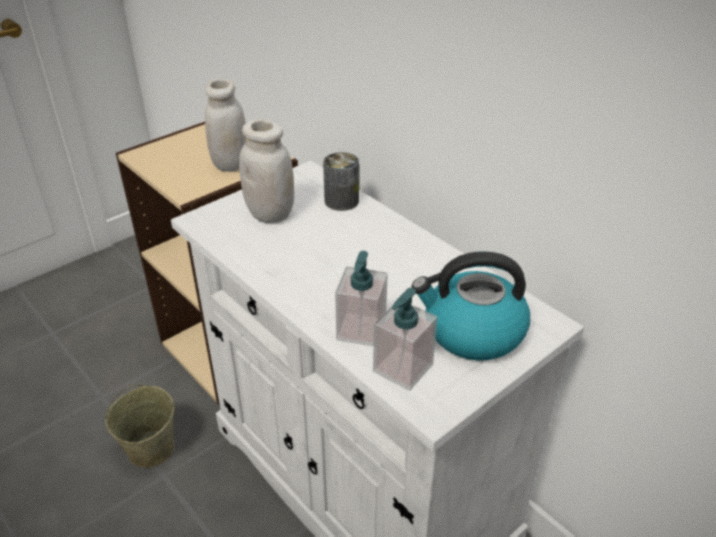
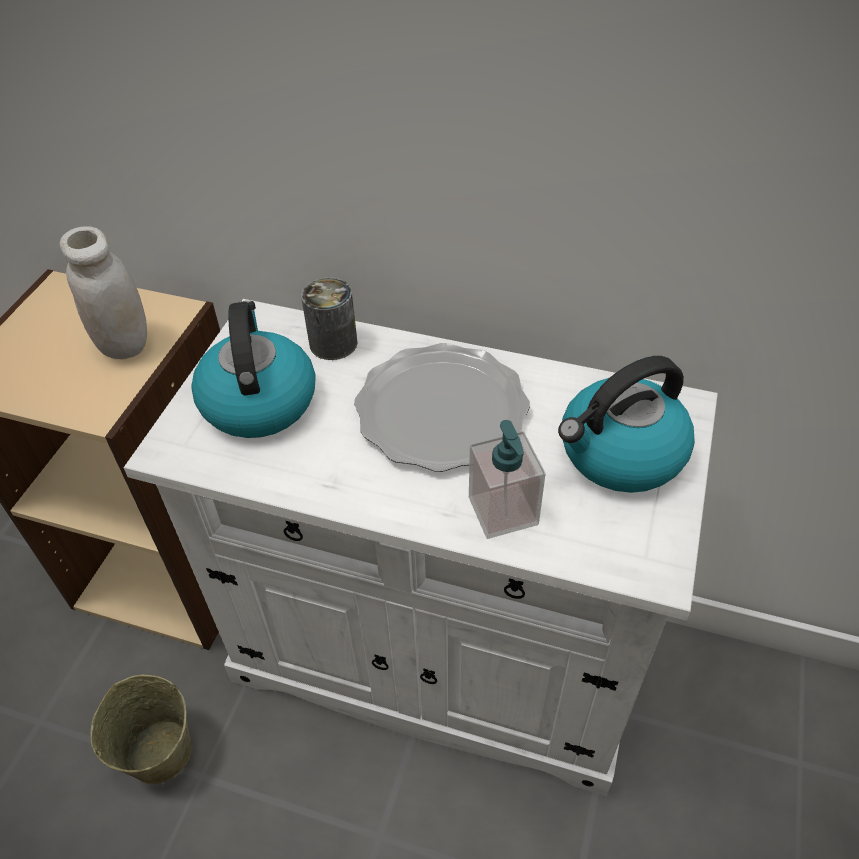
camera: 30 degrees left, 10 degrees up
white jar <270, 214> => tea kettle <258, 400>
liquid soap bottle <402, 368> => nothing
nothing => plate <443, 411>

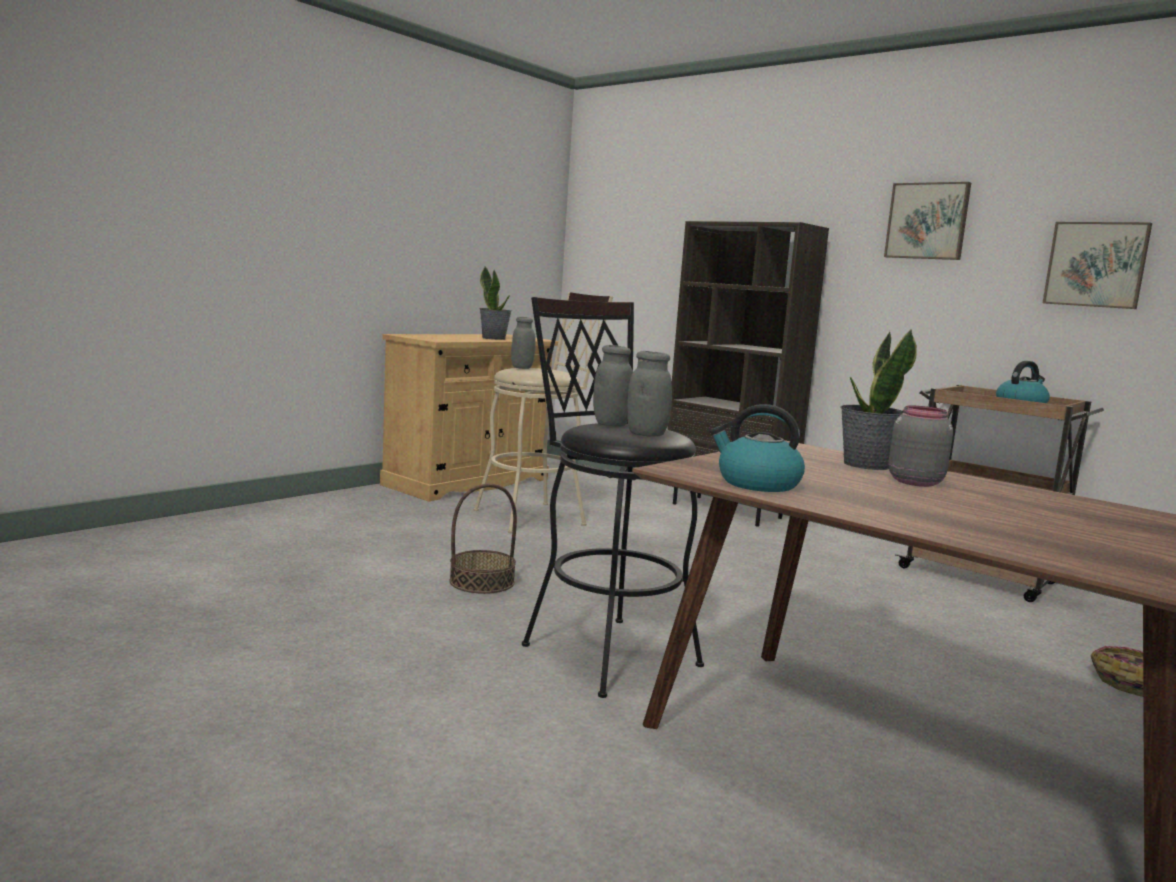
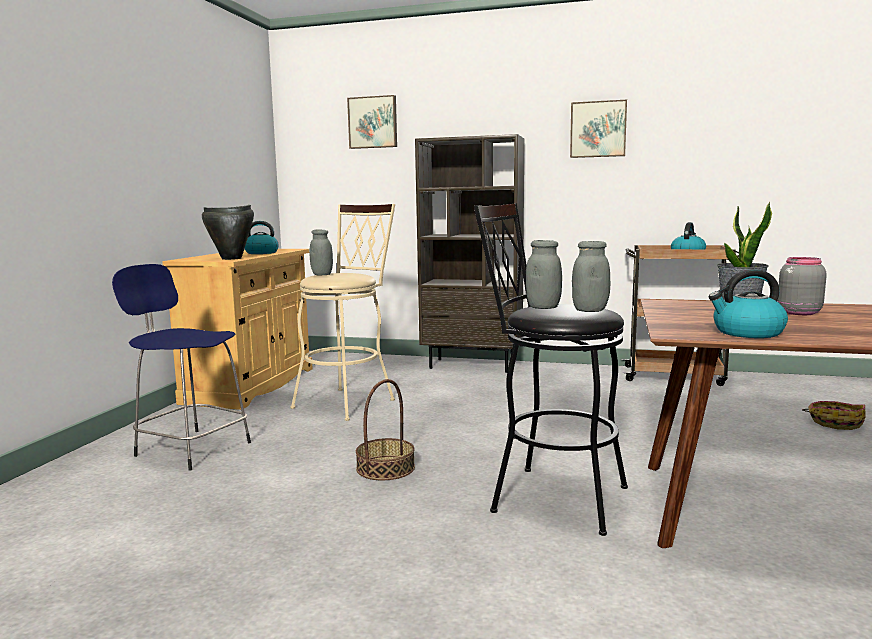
camera: 25 degrees left, 0 degrees up
wall art <1096, 265> => wall art <373, 122>, relocated
potted plant <494, 338> => tea kettle <260, 253>
nothing => black-coloured saucepot <232, 258>
nothing => blue-coloured stool seat <191, 448>

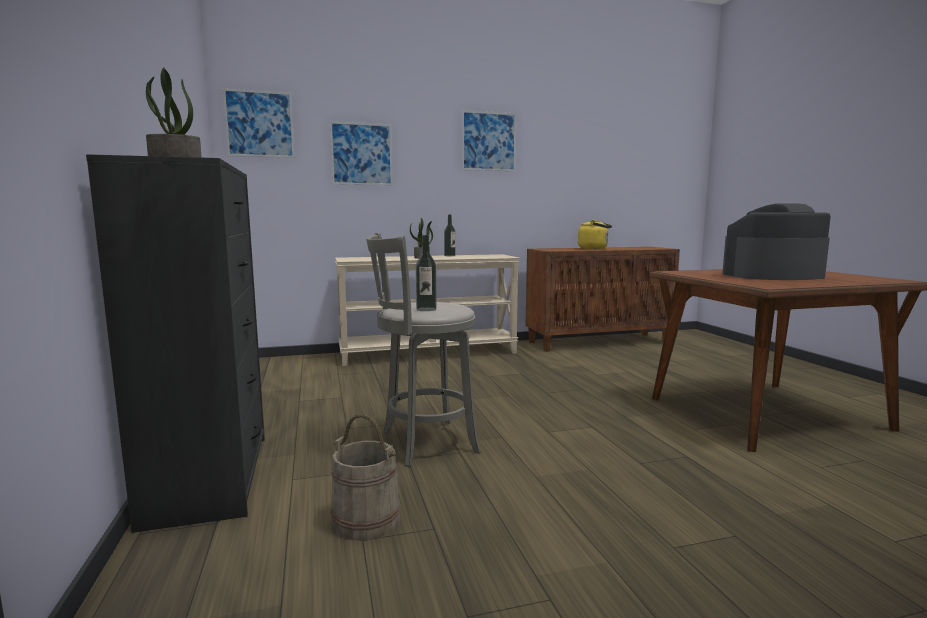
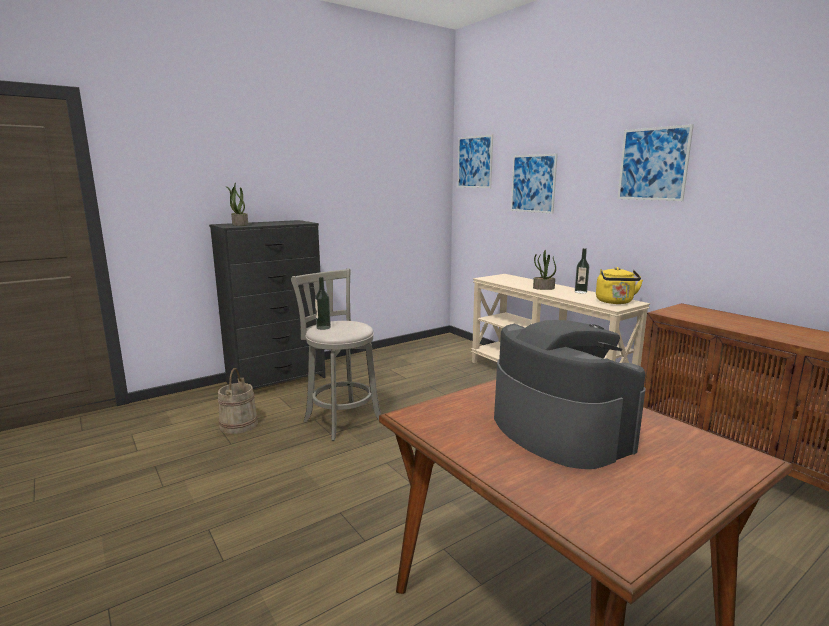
camera: 70 degrees right, 5 degrees up
yellow-coloured tea kettle <594, 248> => yellow-coloured tea kettle <615, 302>, relocated

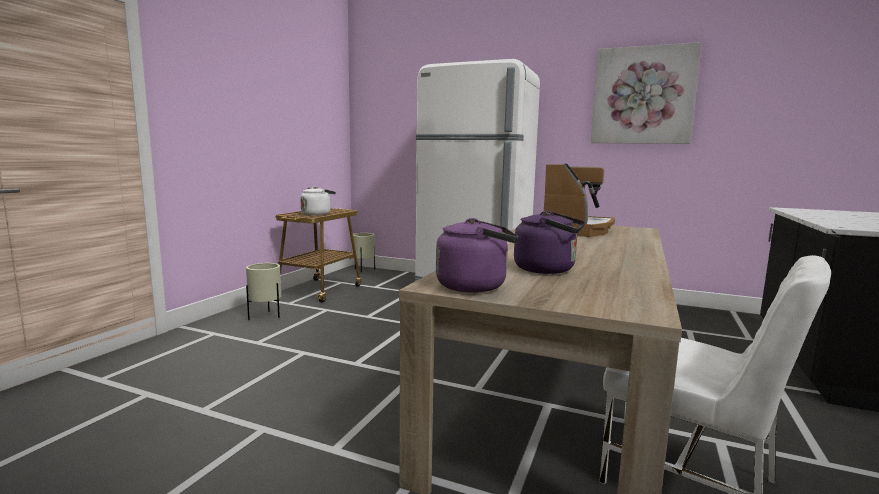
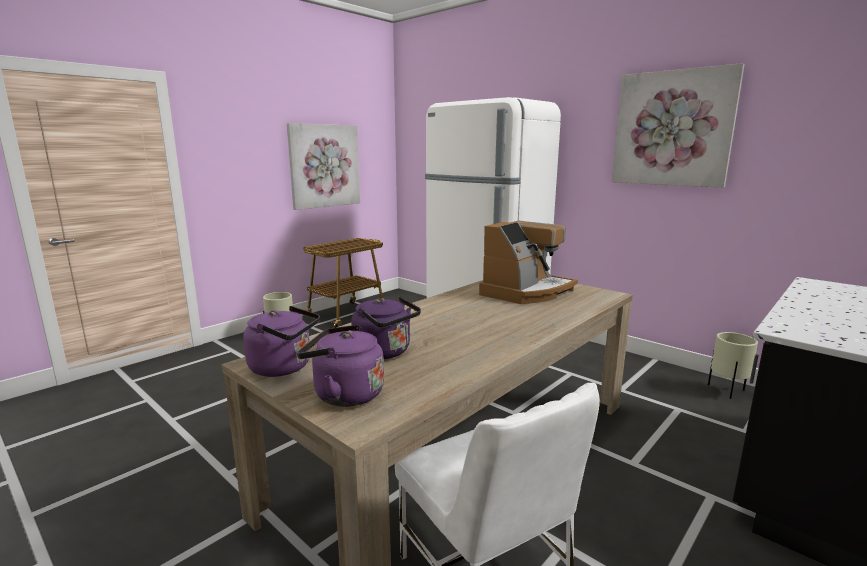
camera: 20 degrees right, 5 degrees up
white tea kettle <317, 214> => nothing
sand-coloured flower pot <363, 270> => sand-coloured flower pot <727, 391>, relocated
nothing => wall art <324, 166>
nothing => purple-coloured tea kettle <344, 394>

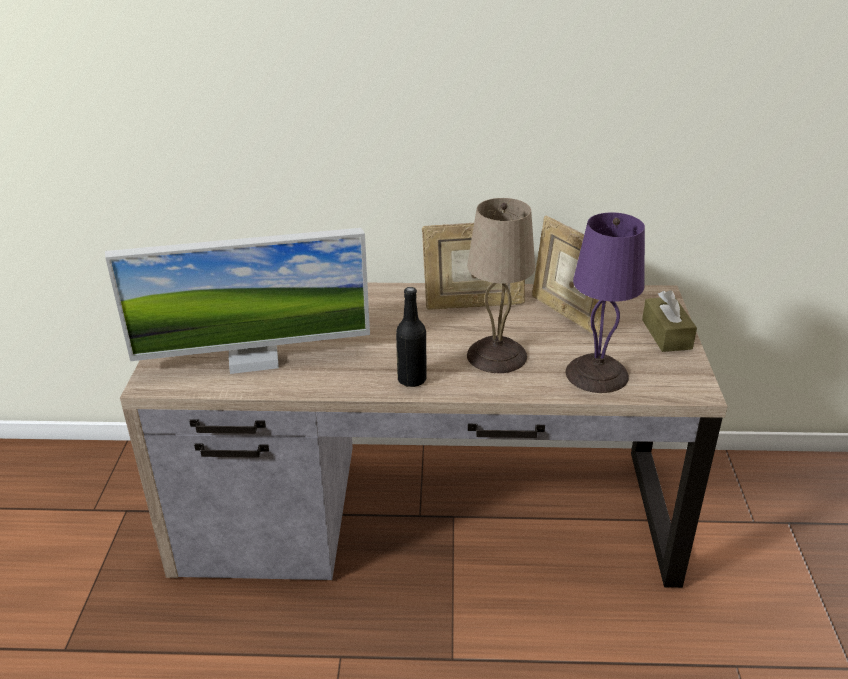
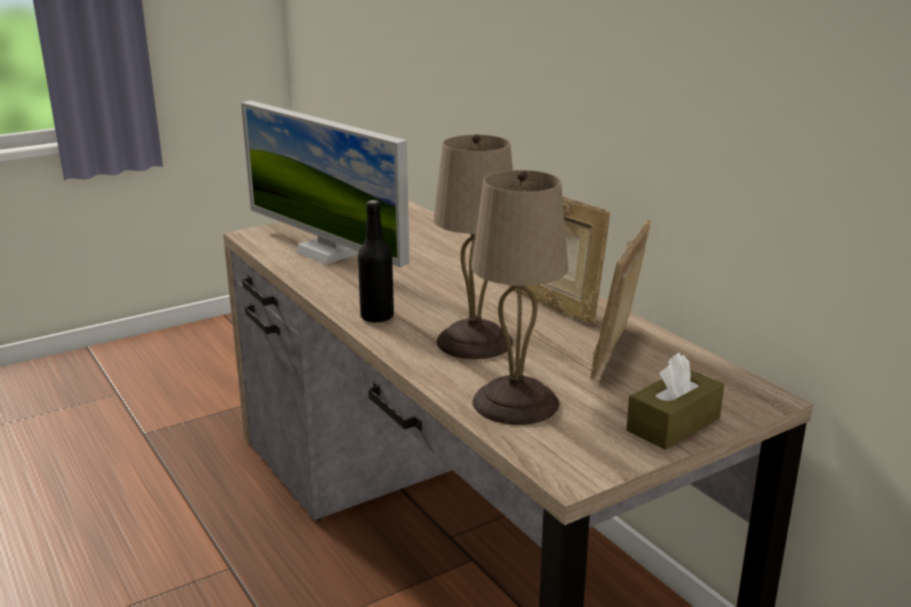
camera: 55 degrees right, 10 degrees down
purple-coloured table lamp <595, 374> => sand-coloured table lamp <513, 402>

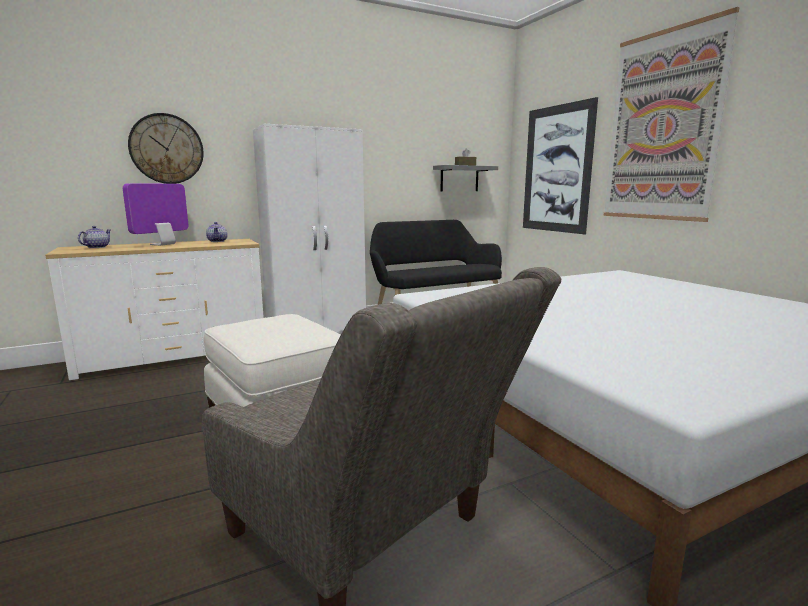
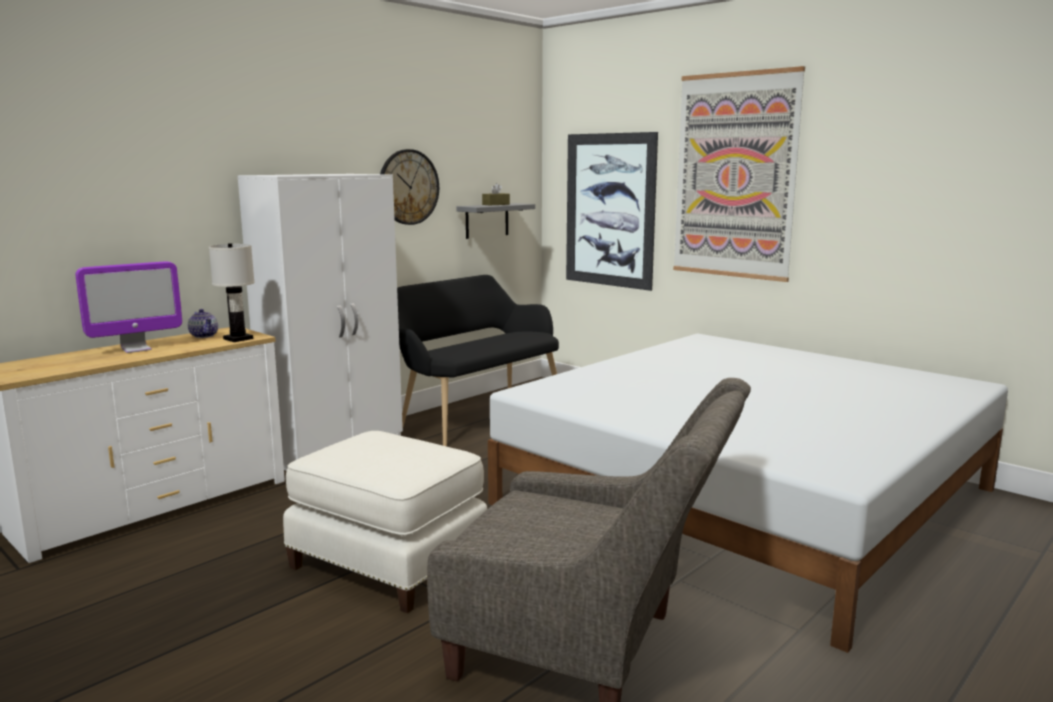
camera: 20 degrees left, 0 degrees up
hanging clock <166, 149> => hanging clock <408, 187>, relocated
computer display <163, 244> => computer display <136, 349>, 135 degrees counterclockwise
teapot <96, 247> => nothing
nothing => white table lamp <237, 339>

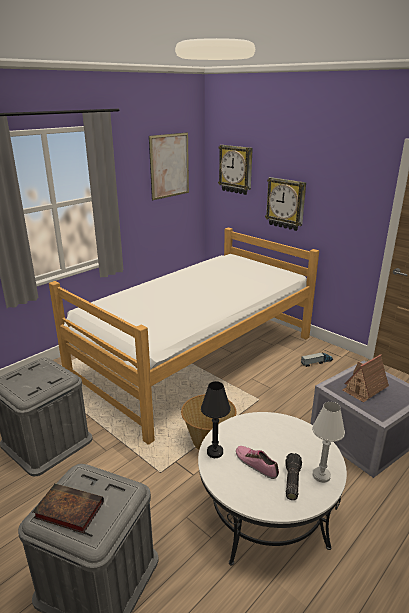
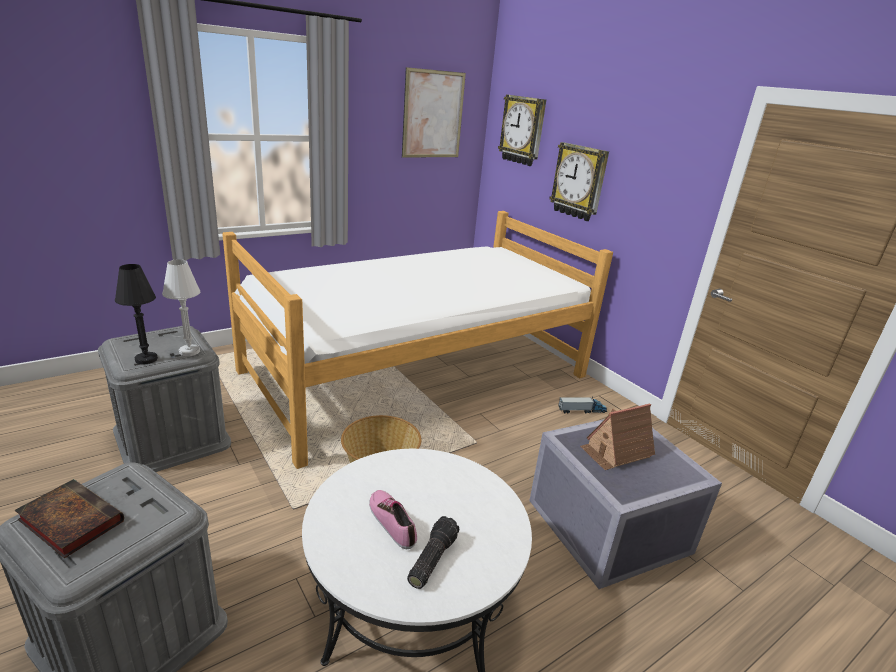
camera: 10 degrees right, 0 degrees up
black-coloured table lamp <215, 452> => black-coloured table lamp <146, 359>, relocated
white table lamp <321, 475> => white table lamp <189, 351>, relocated

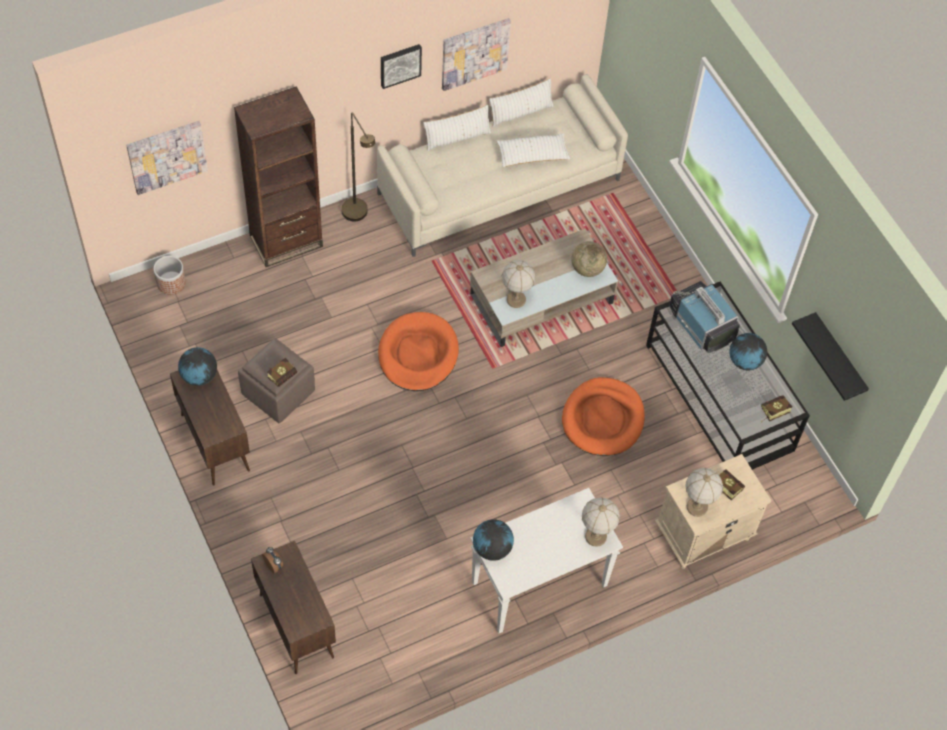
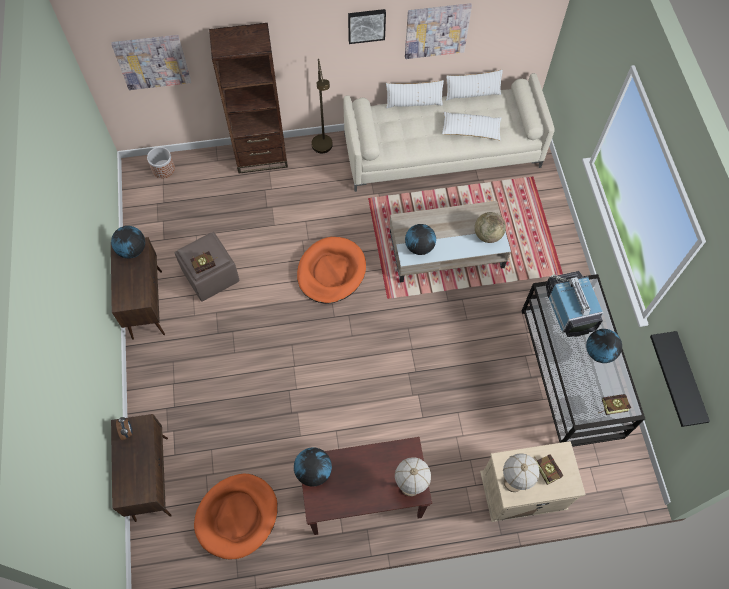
camera: 20 degrees right, 5 degrees up
table lamp <516, 299> => globe <419, 247>
orange-coloured dog bed <603, 419> => orange-coloured dog bed <237, 516>, relocated
white narrow table <538, 585> => brown narrow table <363, 500>

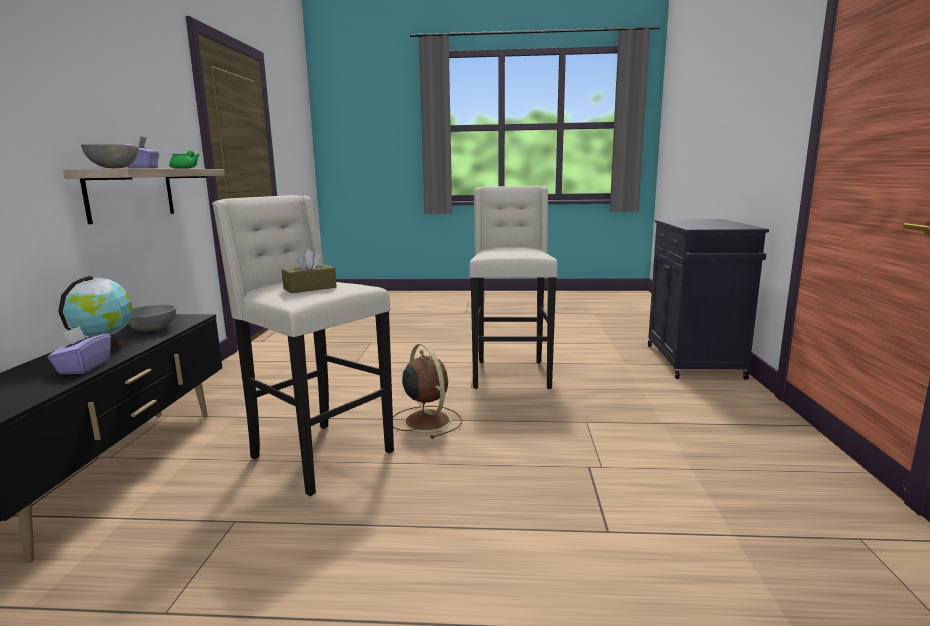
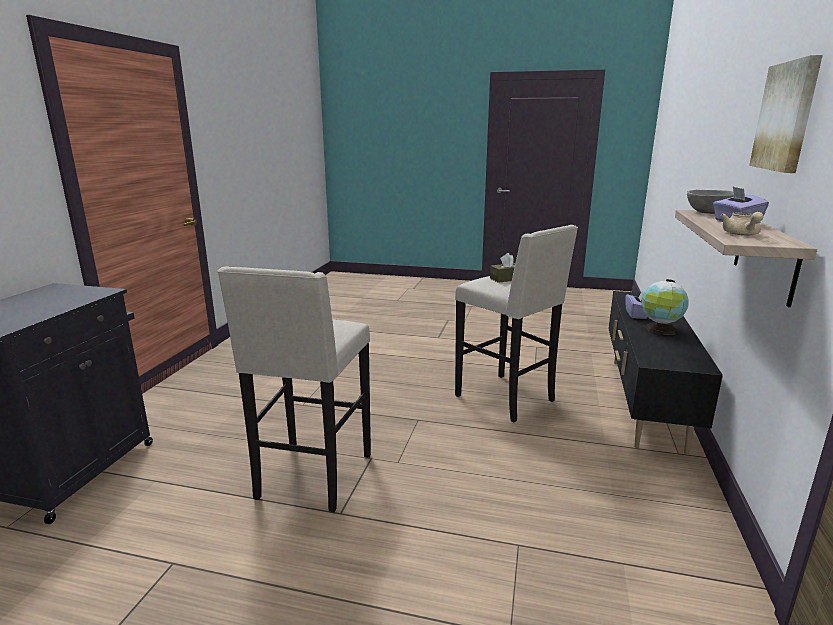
camera: 170 degrees left, 5 degrees up
green-coloured teapot <185, 168> => sand-coloured teapot <741, 234>
greyish serving bowl <153, 330> => nothing
brown electric fan <426, 420> => nothing
nothing => wall art <786, 116>

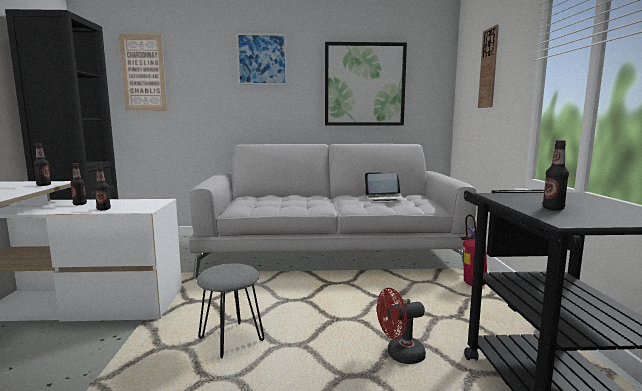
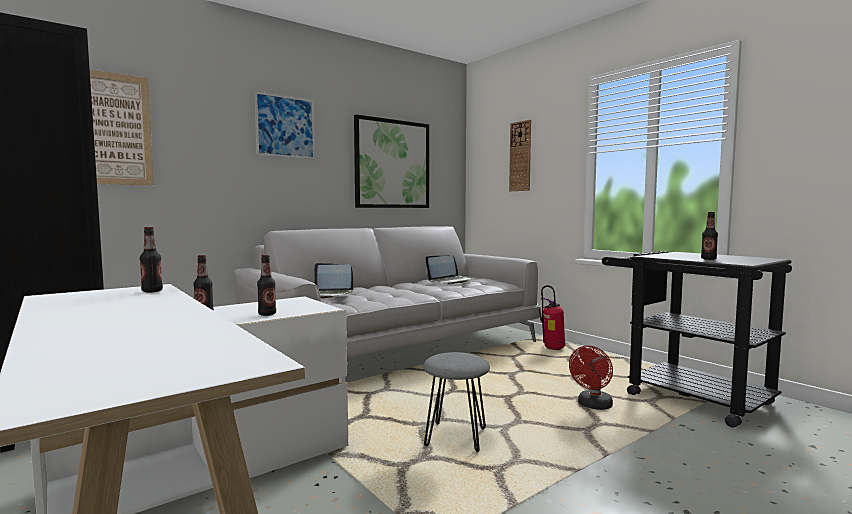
camera: 35 degrees left, 5 degrees down
nothing => portable computer <329, 295>

